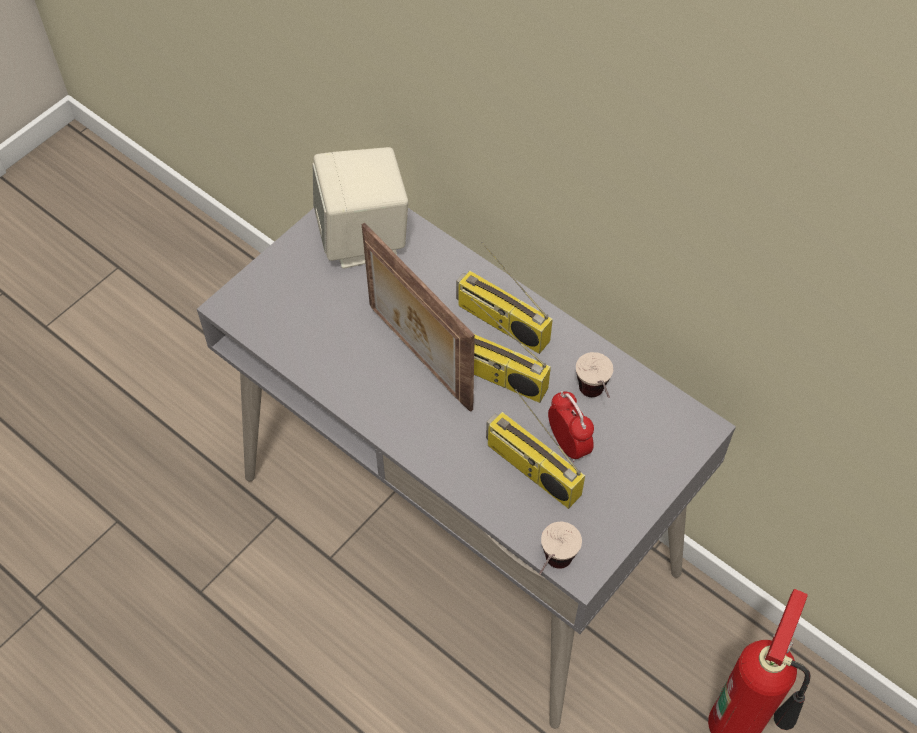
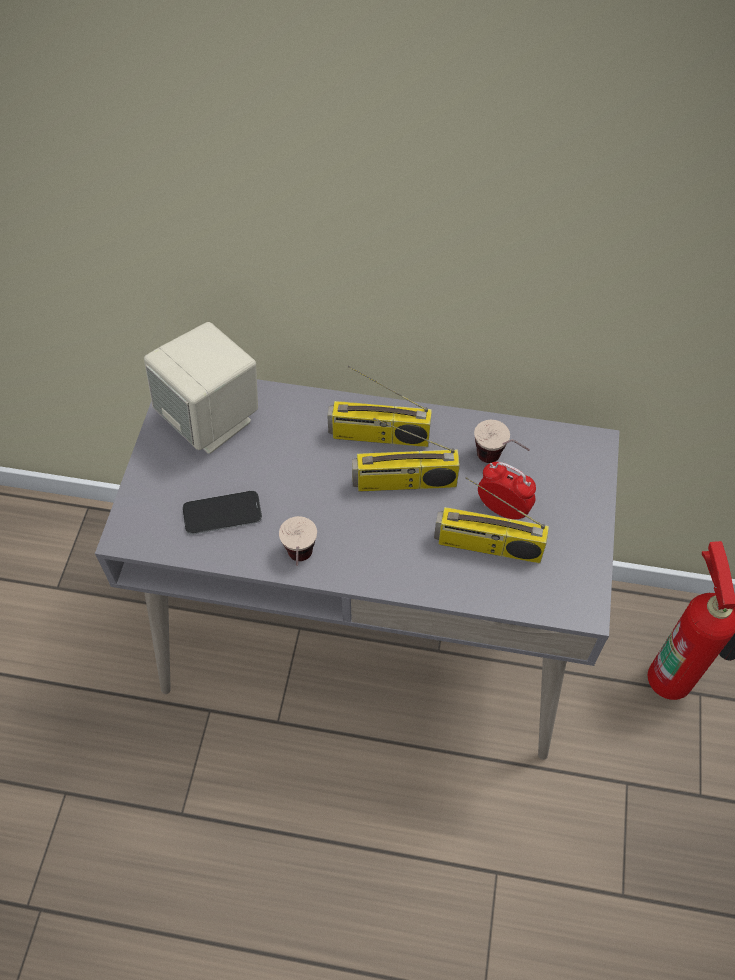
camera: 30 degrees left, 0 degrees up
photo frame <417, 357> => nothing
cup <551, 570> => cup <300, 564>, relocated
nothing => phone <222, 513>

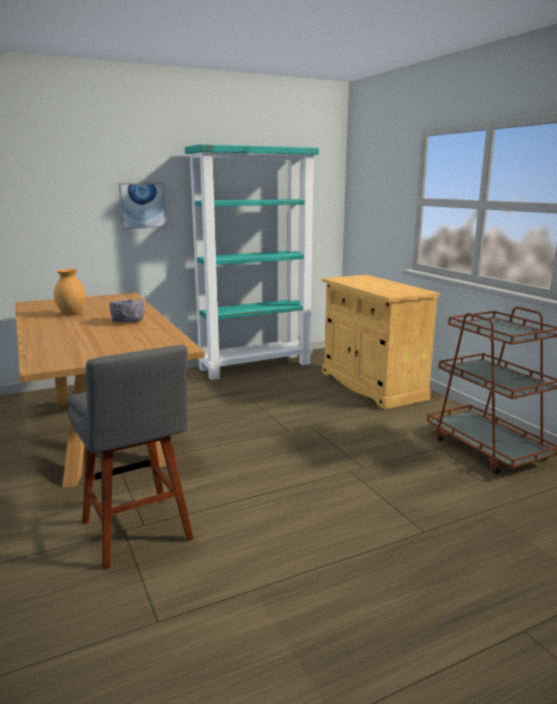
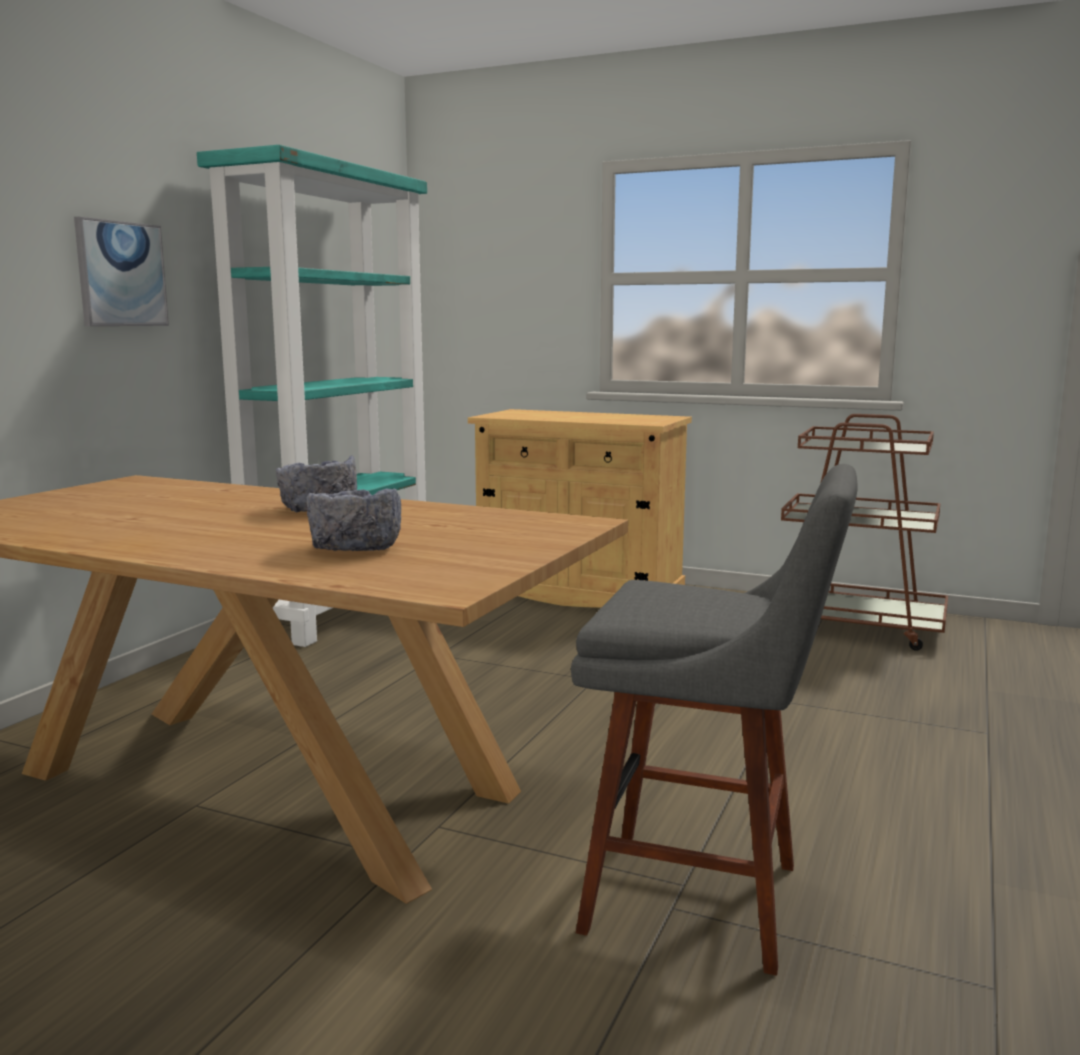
camera: 40 degrees left, 5 degrees down
brown vase <71, 314> => nothing
nothing => greyish serving bowl <355, 548>

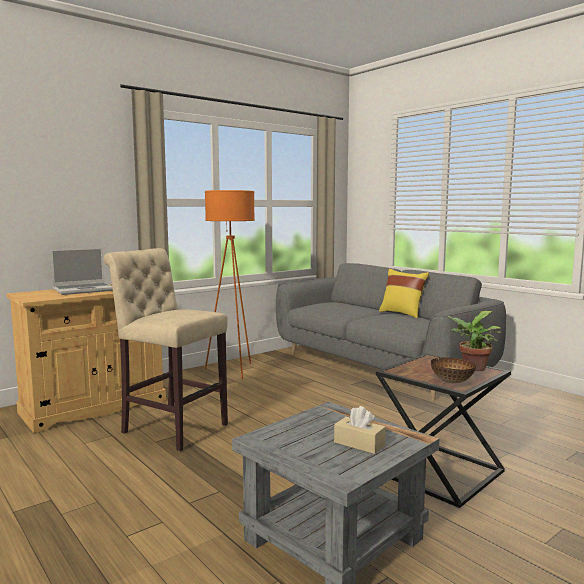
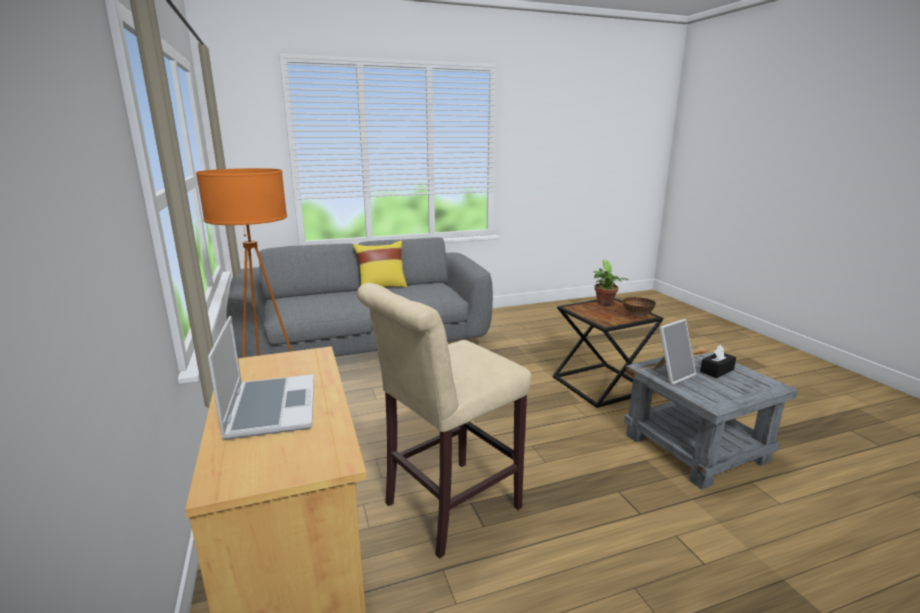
camera: 70 degrees left, 10 degrees up
sand-coloured box of tissues <359, 443> => black-coloured box of tissues <717, 371>
nothing => photo frame <671, 375>

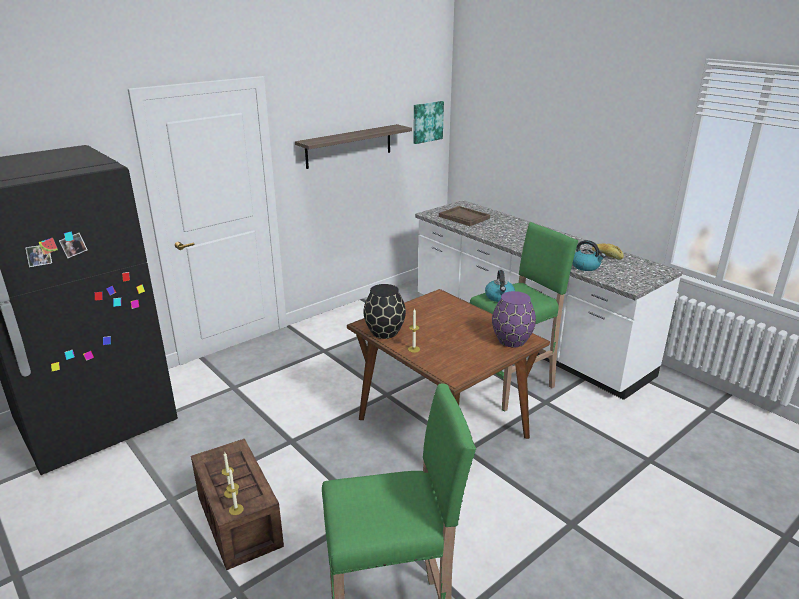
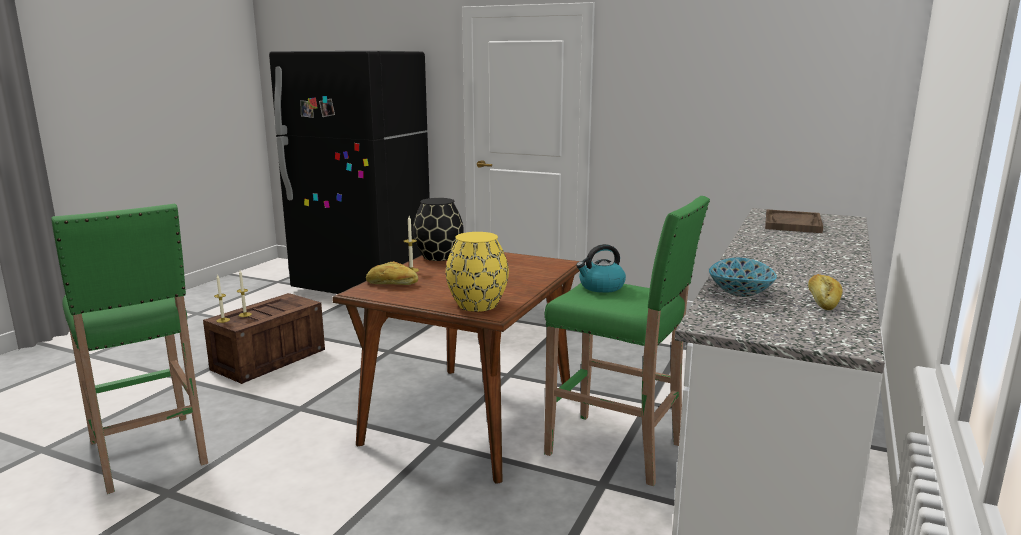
camera: 65 degrees right, 10 degrees down
wall art <427, 122> => nothing
wall shelf <349, 146> => nothing
tea kettle <586, 266> => serving bowl <741, 292>
purple-coloured vase <511, 341> => yellow-coloured vase <476, 305>
nothing => baked bread <392, 284>

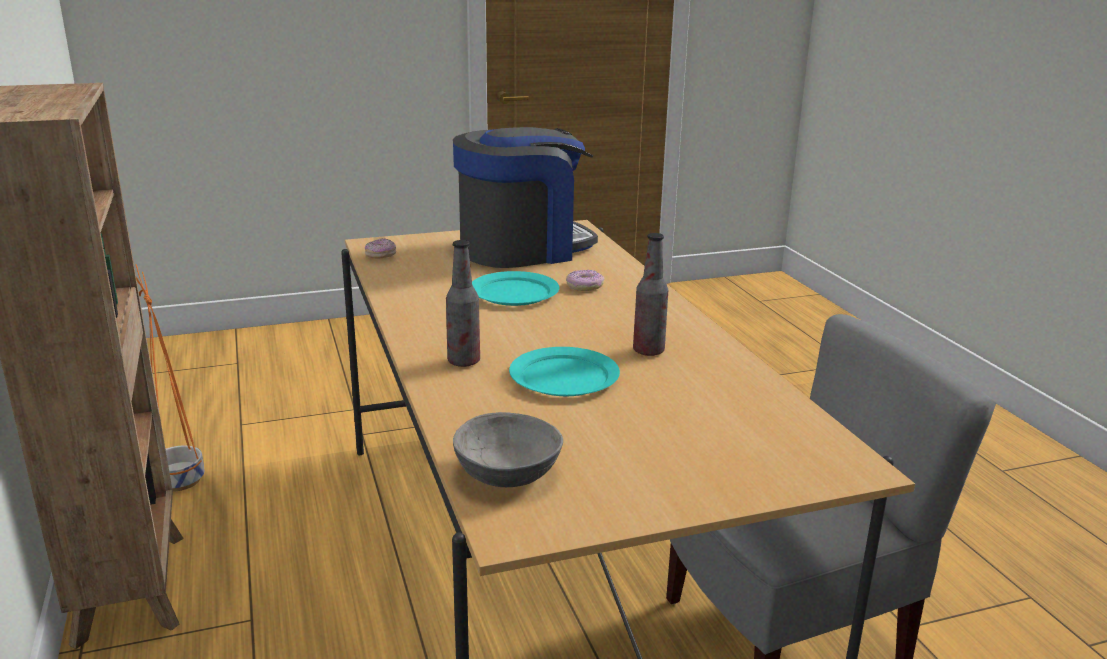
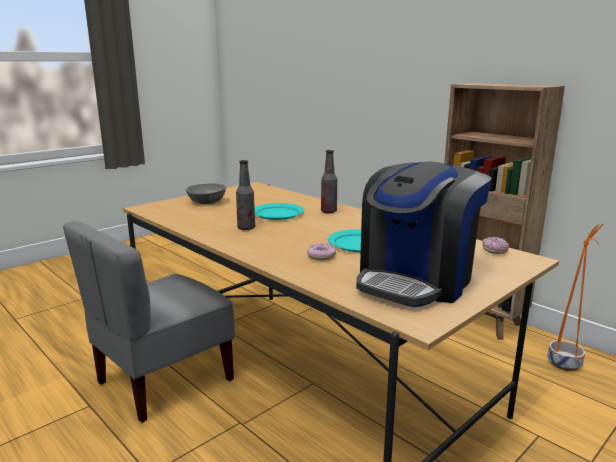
camera: 155 degrees right, 5 degrees down
greyish serving bowl <506, 474> => greyish serving bowl <207, 202>, relocated

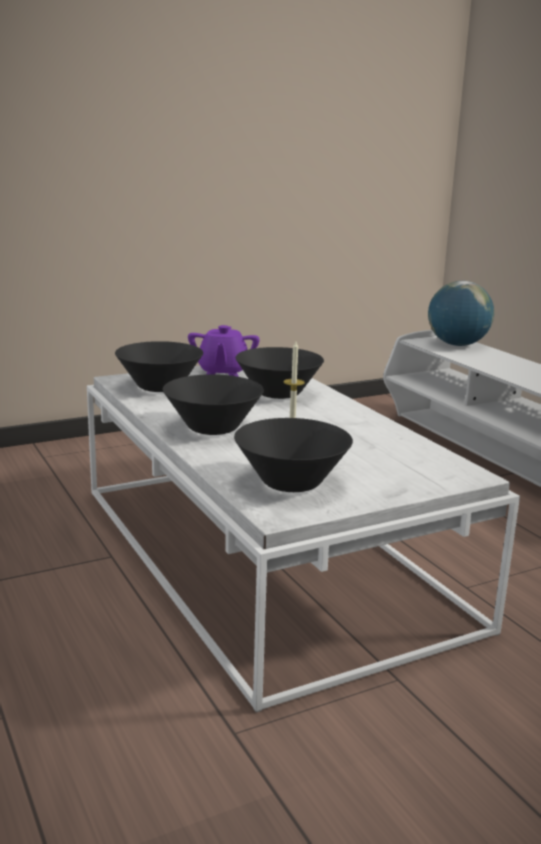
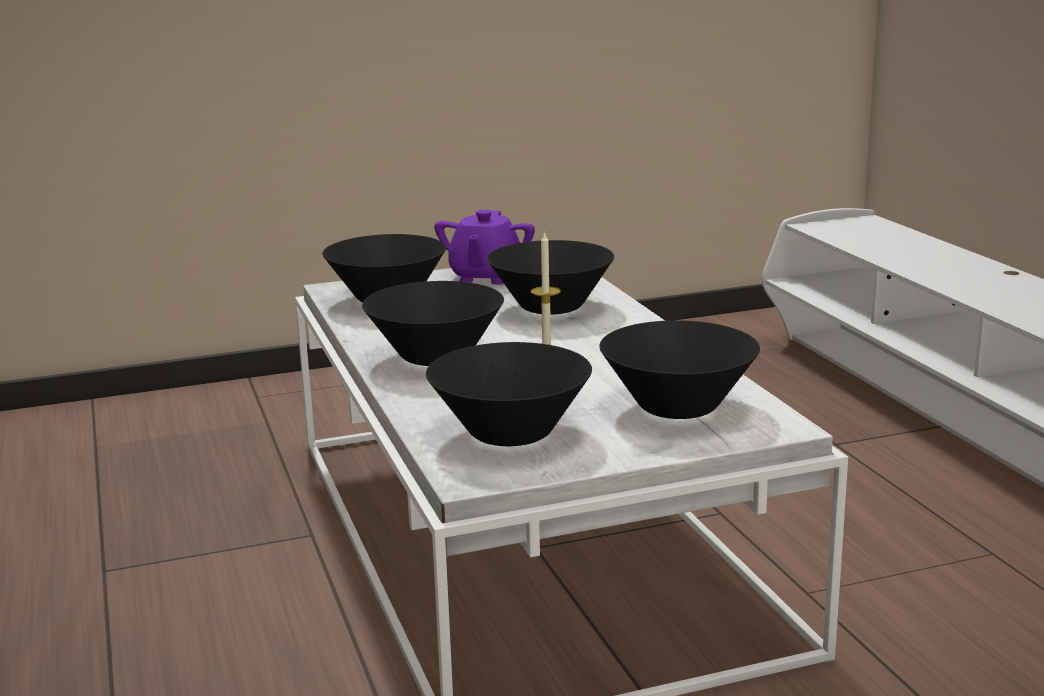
camera: 10 degrees right, 0 degrees up
globe <457, 344> => nothing
nothing => black-coloured serving bowl <678, 407>

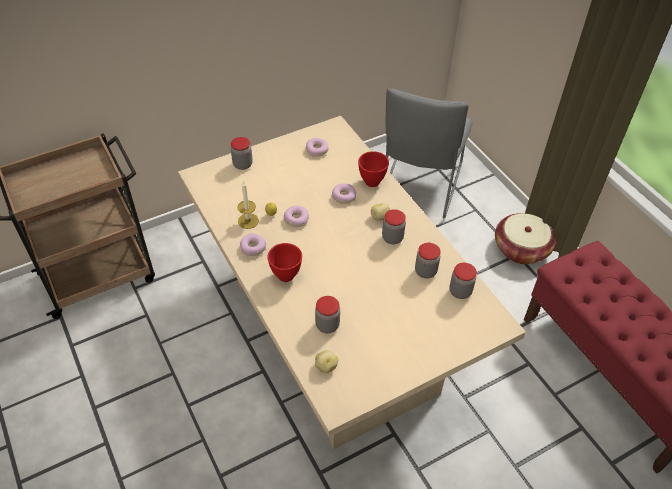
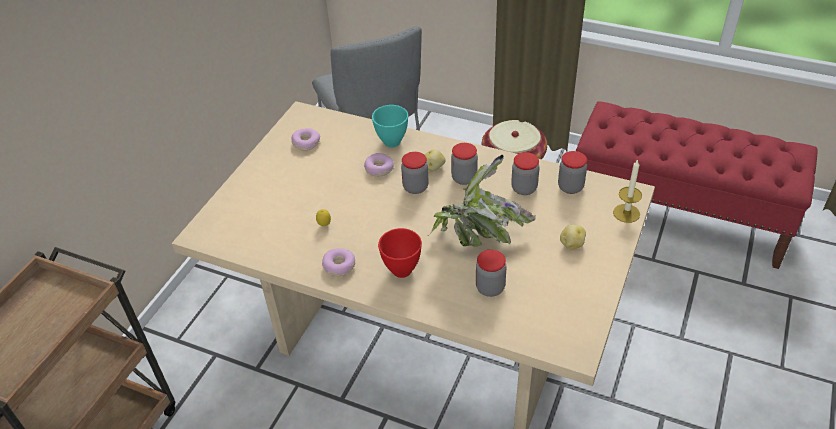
camera: 35 degrees left, 5 degrees down
jar <242, 164> => jar <415, 187>, relocated
red-coloured serving bowl <372, 182> => turquoise-coloured serving bowl <392, 141>
wax light <248, 221> => wax light <626, 213>, relocated
doughnut <296, 219> => nothing
whole potato <325, 366> => whole potato <571, 244>, relocated
nothing => potted plant <478, 239>

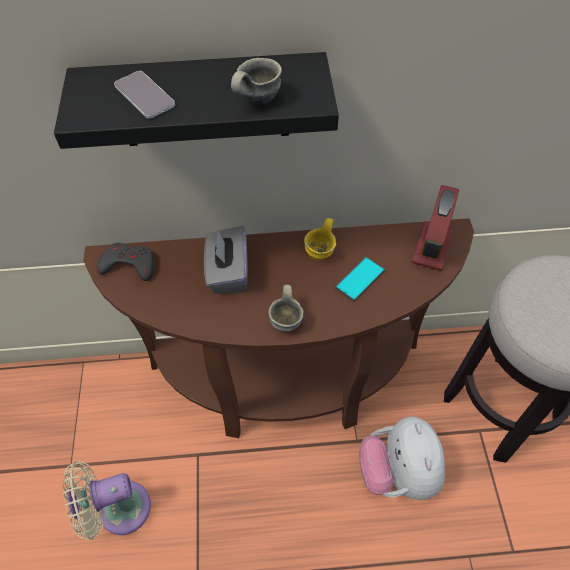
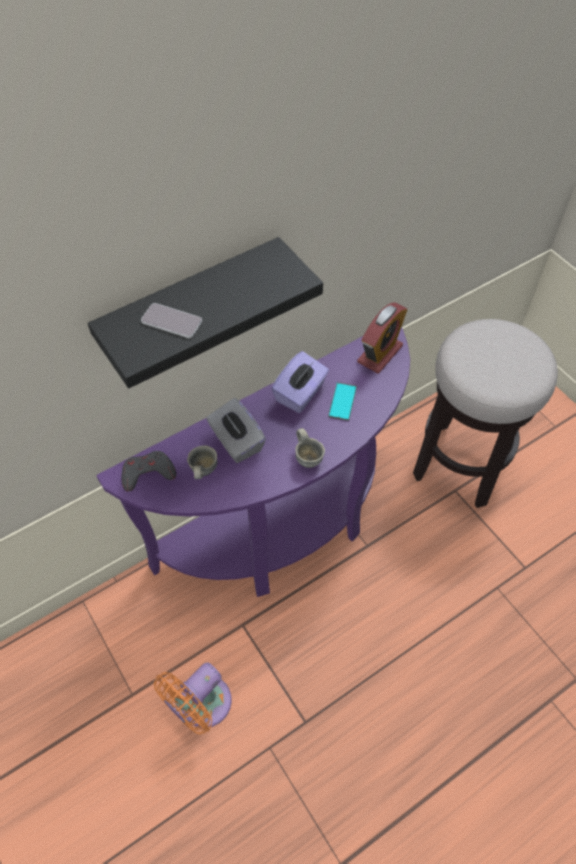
camera: 30 degrees left, 0 degrees up
greyish tea mug <255, 100> => greyish tea mug <202, 471>, relocated
bedside clock <432, 247> => bedside clock <380, 354>, 135 degrees counterclockwise
brown narrow table <286, 384> => purple-coloured narrow table <283, 529>
yellow-coloured tea mug <322, 252> => purple-coloured box of tissues <300, 394>
cuddly toy <397, 472> => nothing
sand-coloured electric fan <118, 509> => orange-coloured electric fan <201, 706>

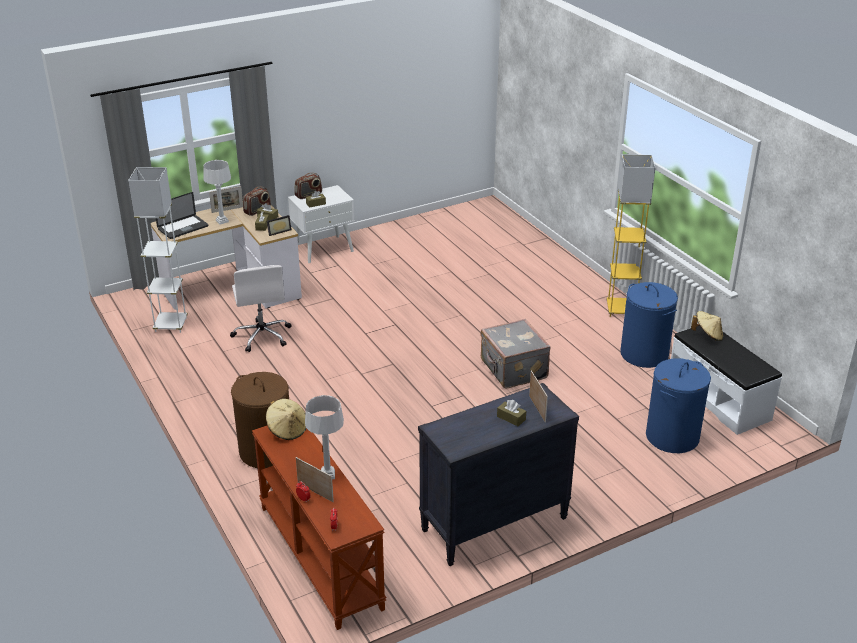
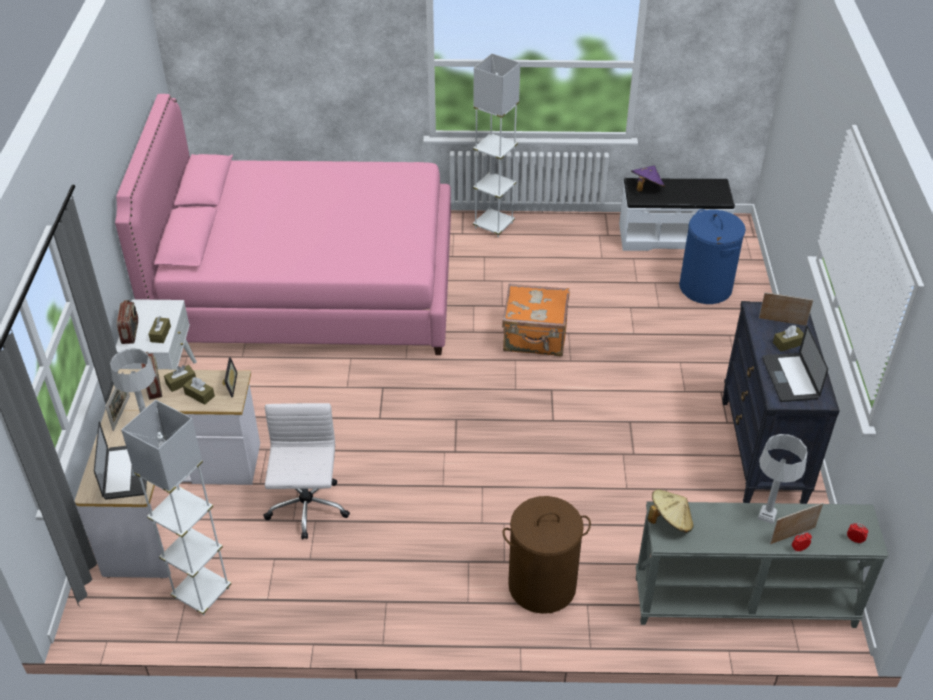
camera: 60 degrees left, 10 degrees up
yellow-coloured standard lamp <621, 310> => white standard lamp <493, 225>
white office chair <262, 335> => white office chair <307, 509>, 105 degrees counterclockwise
blue-coloured laundry basket <644, 354> => nothing
sand-coloured hat <707, 335> => purple-coloured hat <646, 188>
greyish piece of luggage <512, 370> => orange-coloured piece of luggage <535, 338>
brown narrow table <318, 556> => greyish narrow table <743, 603>
nothing => pinkish bedroom bed <308, 287>
nothing => portable computer <790, 378>

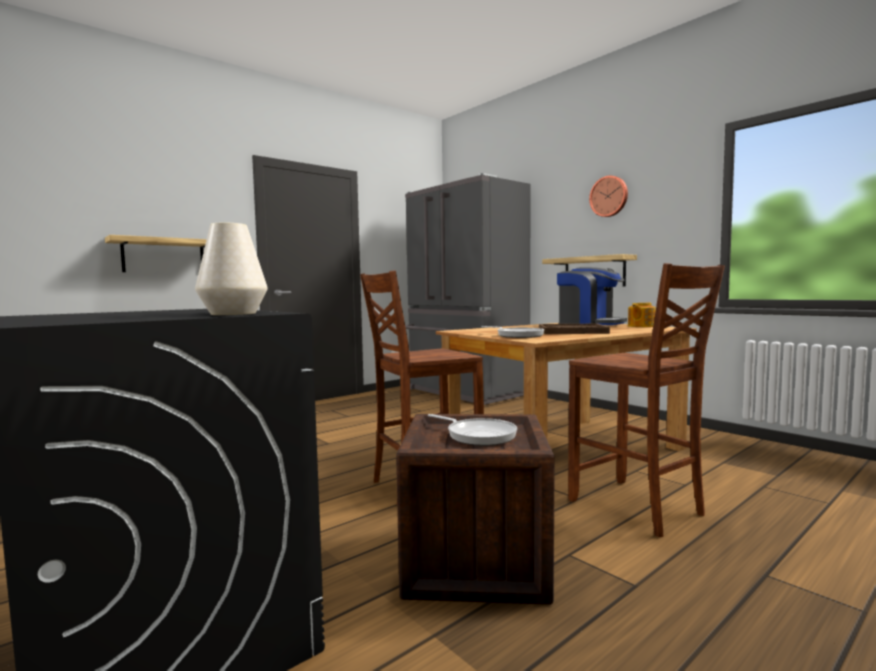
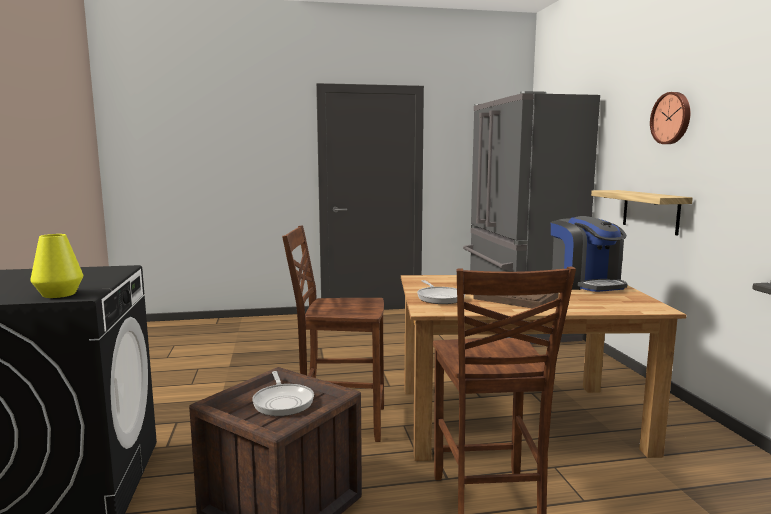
camera: 30 degrees right, 5 degrees up
white vase <233, 314> => yellow-coloured vase <59, 294>
wall shelf <164, 256> => nothing
teapot <640, 326> => nothing

